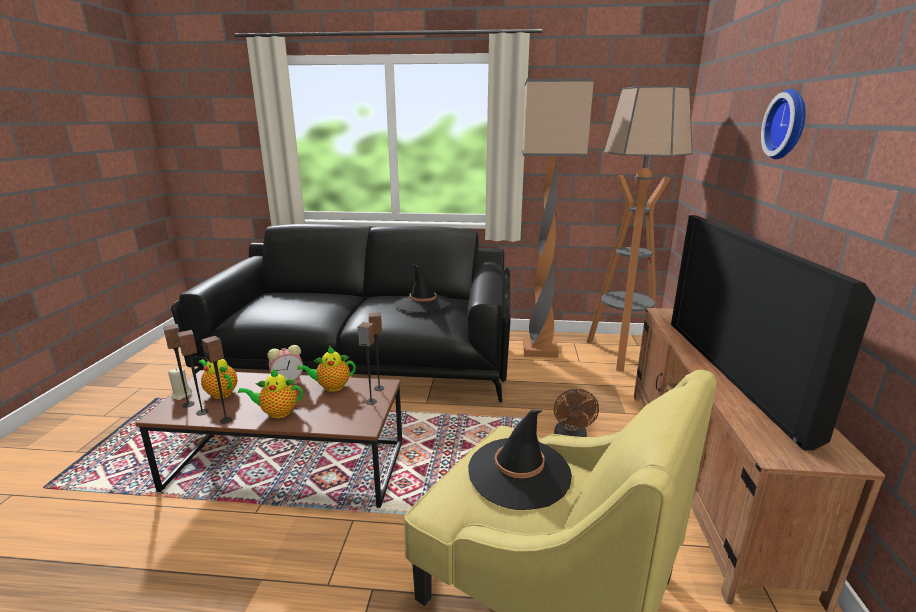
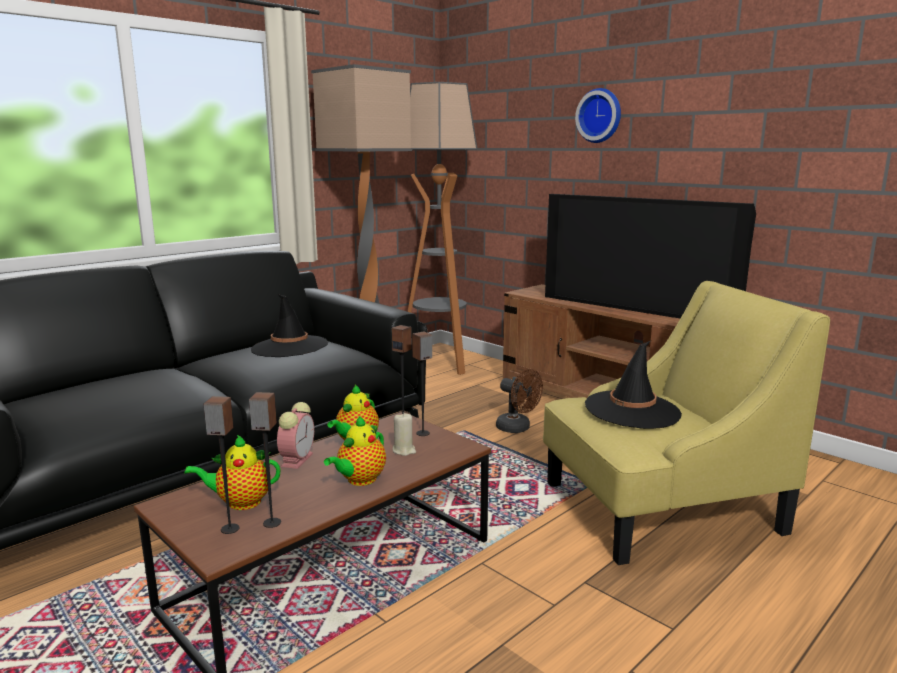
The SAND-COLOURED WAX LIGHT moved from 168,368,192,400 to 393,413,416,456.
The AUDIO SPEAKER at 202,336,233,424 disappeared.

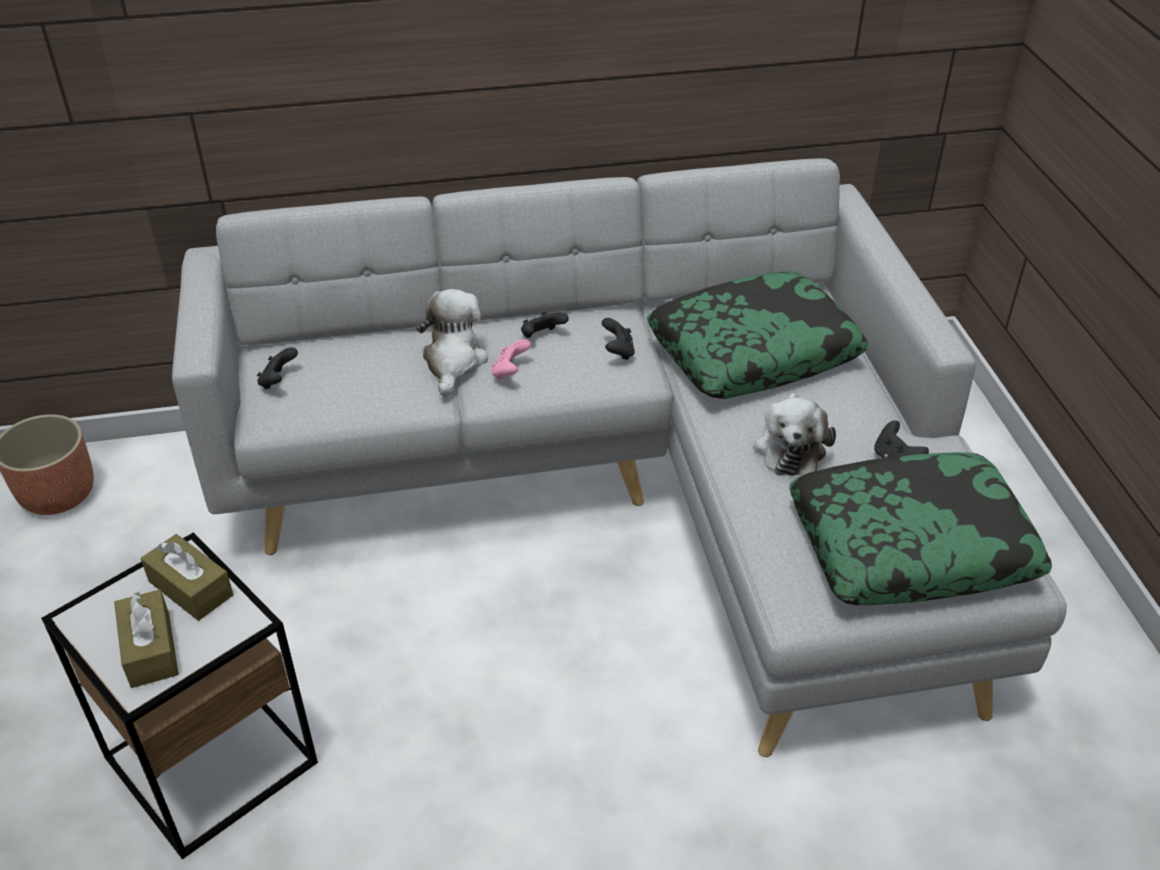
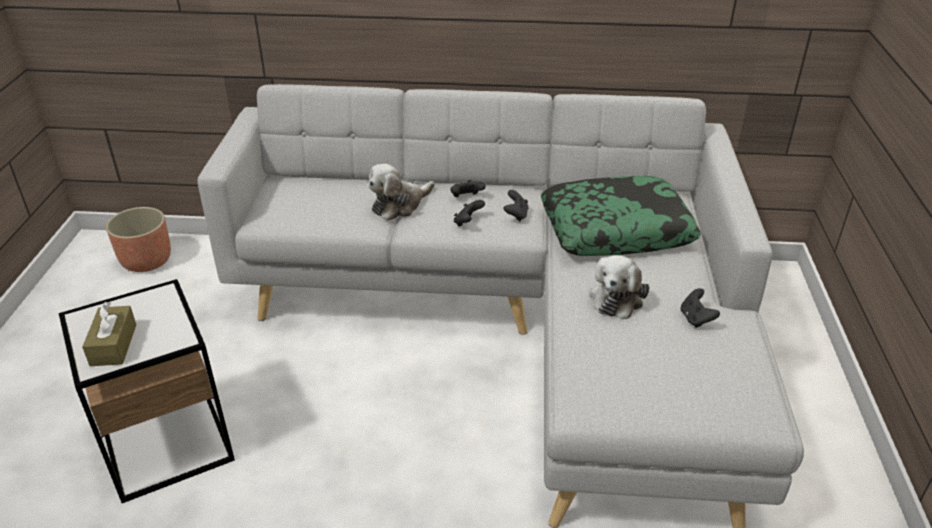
The SOFT TOY at 417,289,488,397 turned 150 degrees counterclockwise.
The BLACK JOYPAD moved from 257,347,298,390 to 454,200,485,227.
The BROWN TISSUE HOLDER at 141,534,233,621 disappeared.
The PINK-COLOURED JOYPAD at 491,339,531,380 disappeared.
The THROW PILLOW at 790,452,1052,605 disappeared.

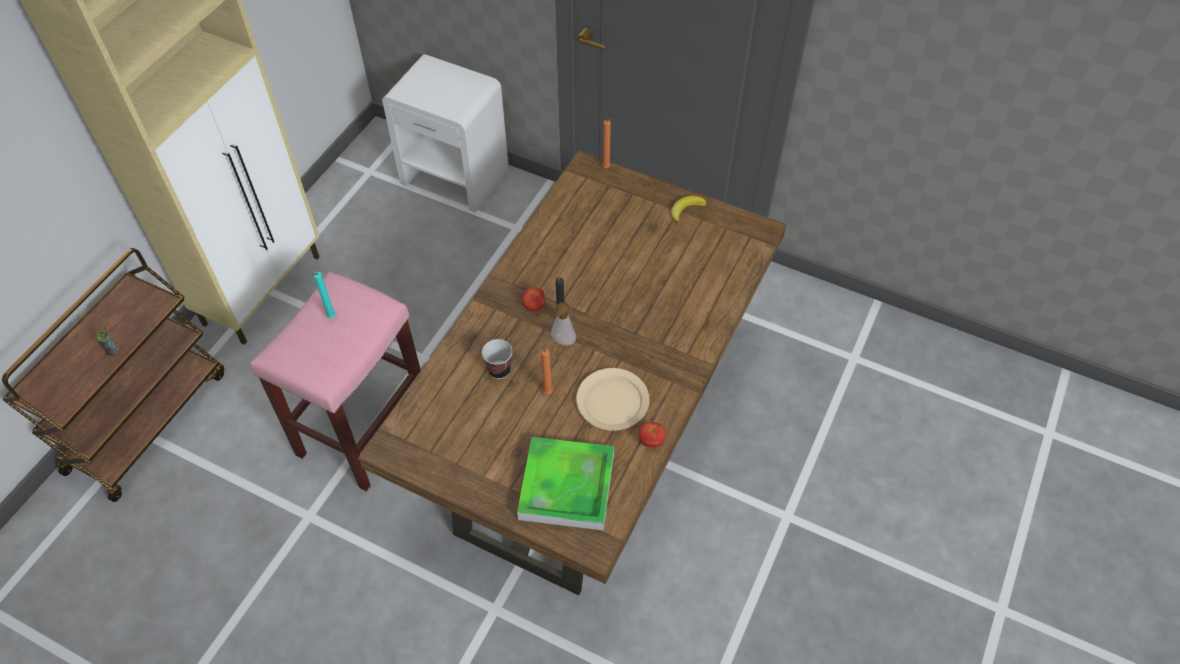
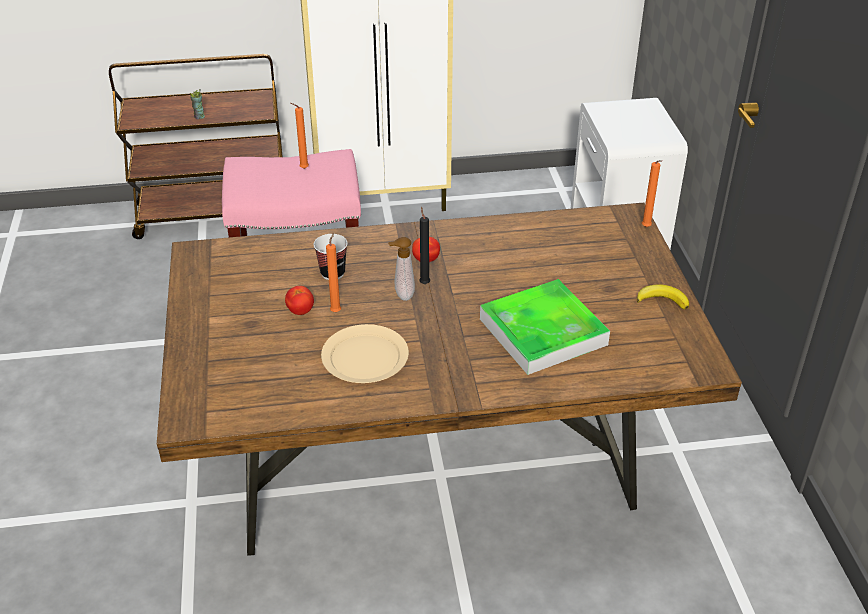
The TOMATO moved from 638,422,666,447 to 285,286,314,315.
The BLUE-GREEN WAX LIGHT at 312,272,336,318 became the ORANGE WAX LIGHT at 290,103,309,169.
The CARRYING TRAY moved from 517,437,614,531 to 480,279,610,375.

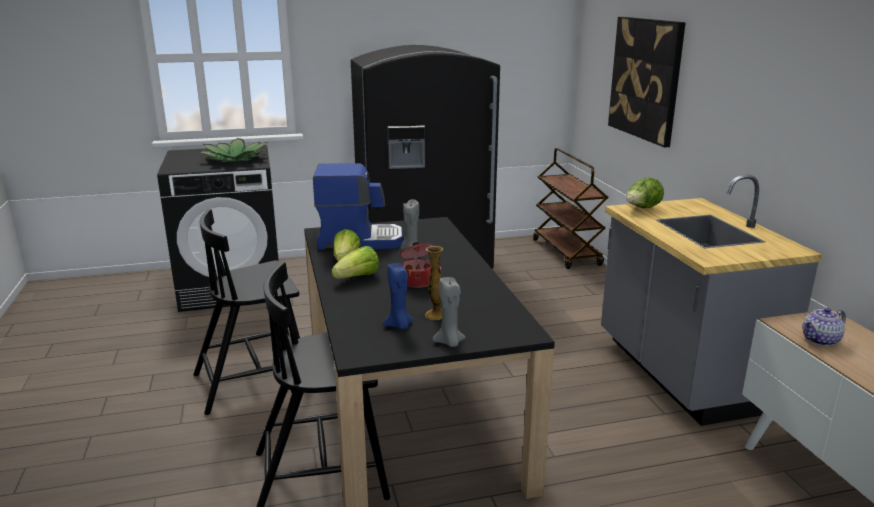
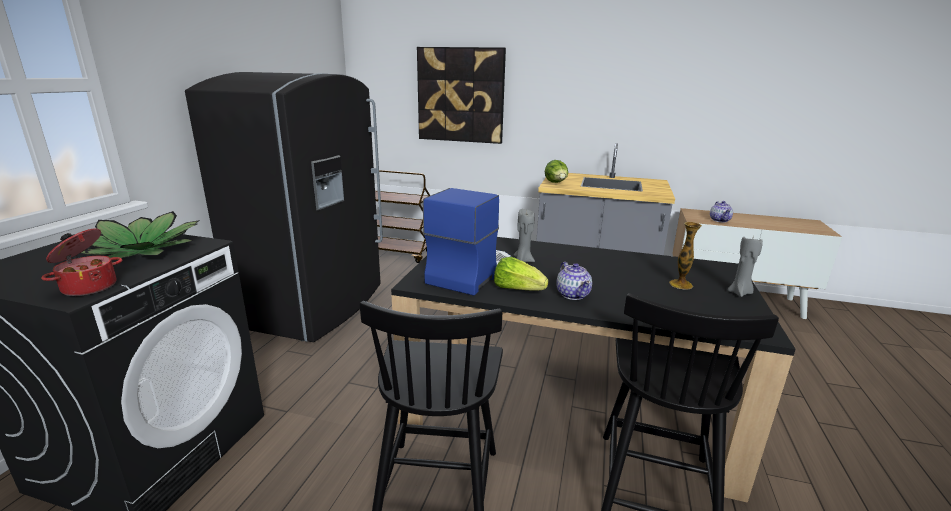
The COOKING POT moved from 400,242,442,288 to 41,228,122,296.
The HEAD OF LETTUCE at 332,246,379,278 was replaced by the POT FOR TEA at 556,262,592,300.
The BLUISH WAX LIGHT at 383,263,414,329 disappeared.

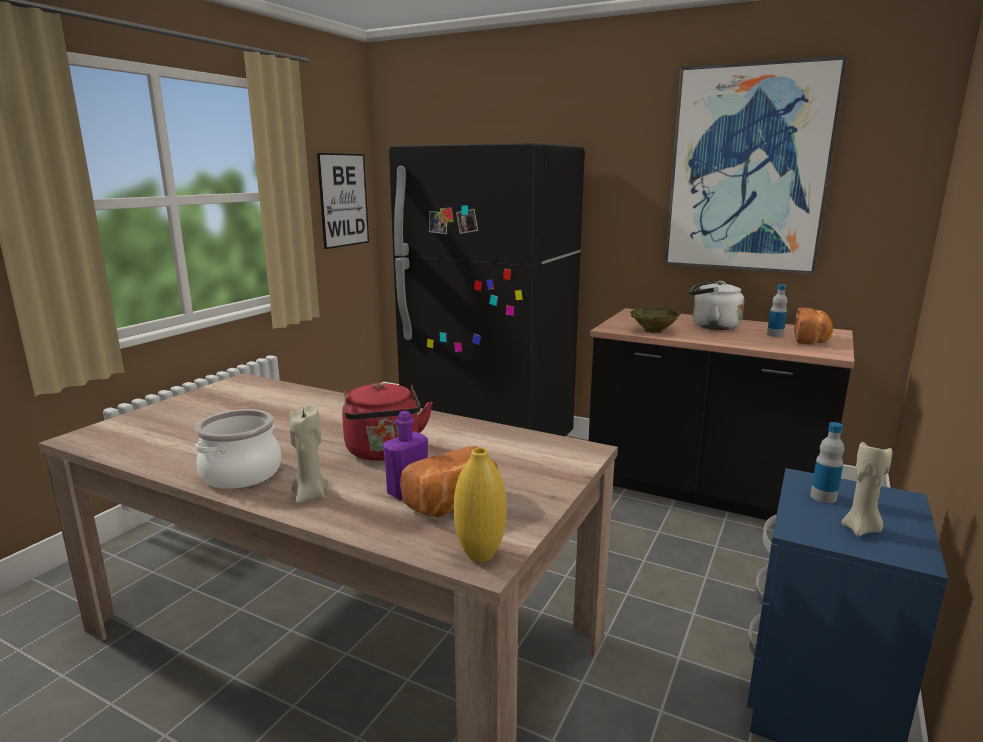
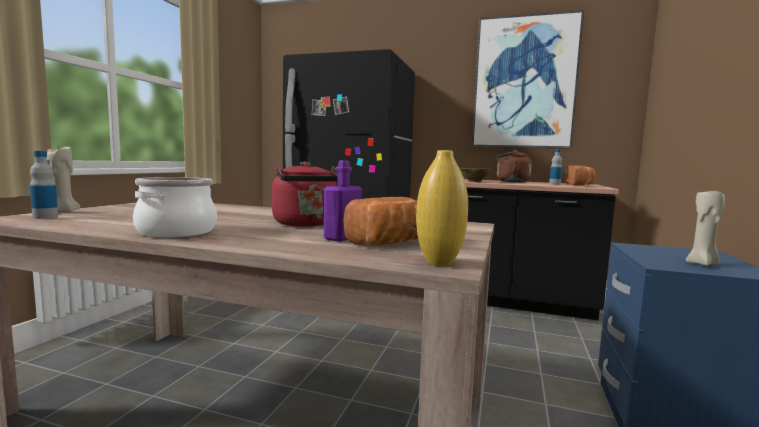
The BEVERAGE BOTTLE moved from 810,422,844,503 to 30,151,58,219.
The SAND-COLOURED WAX LIGHT moved from 289,405,328,503 to 47,145,80,213.
The WHITISH KETTLE at 689,281,744,330 became the BROWN KETTLE at 496,150,532,182.
The WALL PICTURE at 317,153,369,249 disappeared.

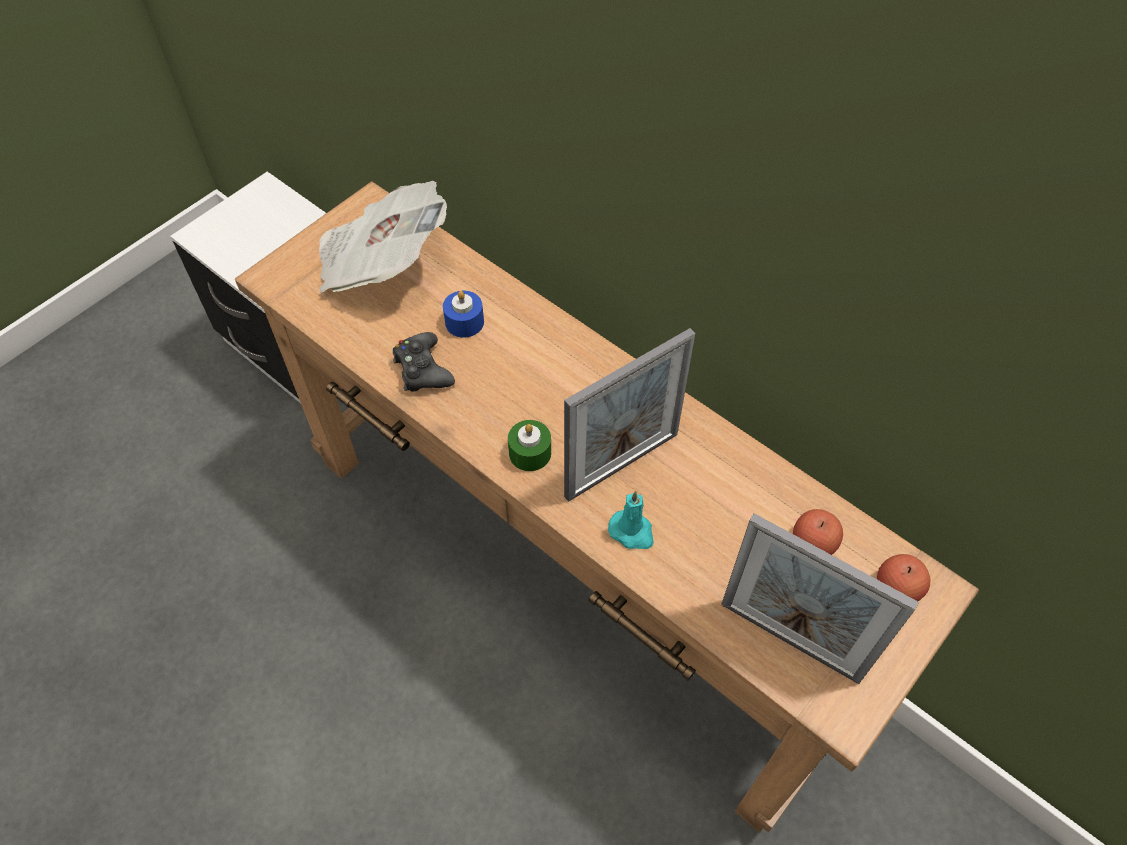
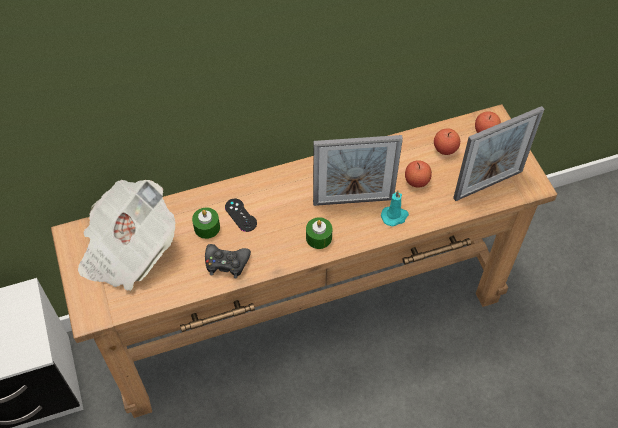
The BLUISH WAX LIGHT at 443,291,484,338 became the GREEN-COLOURED WAX LIGHT at 192,207,220,239.
The BLACK JOYPAD at 225,199,257,232 appeared.
The PHOTO FRAME at 564,328,695,502 turned 90 degrees clockwise.
The APPLE FRUIT at 405,160,432,188 appeared.

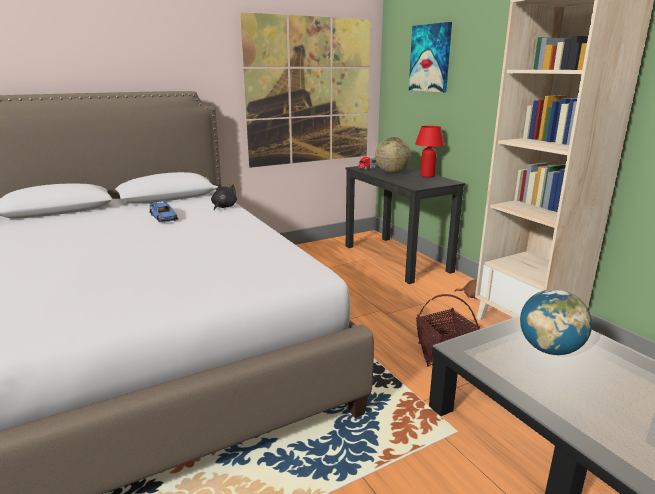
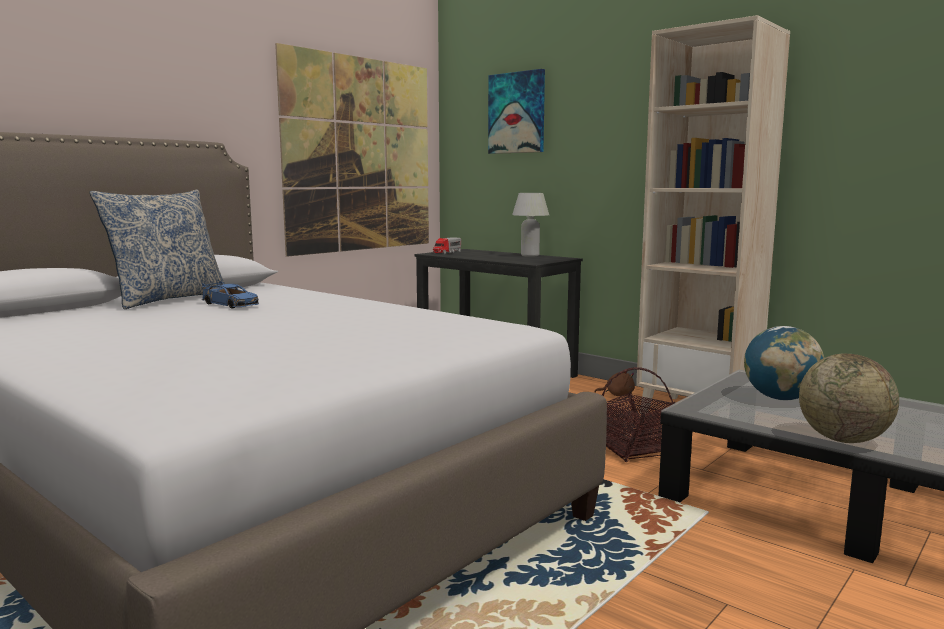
The THROW PILLOW at 89,189,225,309 appeared.
The REDDISH LAMP FOR A TABLE at 415,126,445,177 became the WHITISH LAMP FOR A TABLE at 512,193,549,257.
The GLOBE moved from 375,137,411,173 to 799,353,899,443.
The BLACK SOFT TOY at 211,184,237,211 disappeared.

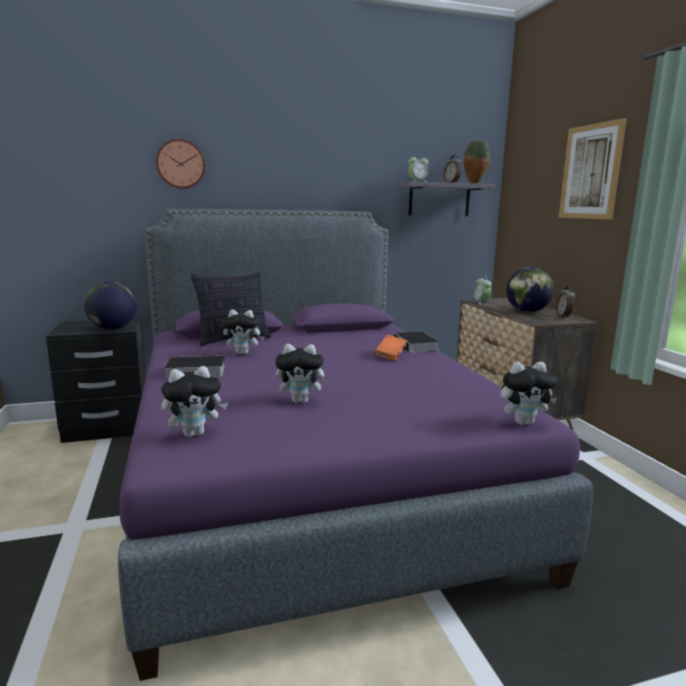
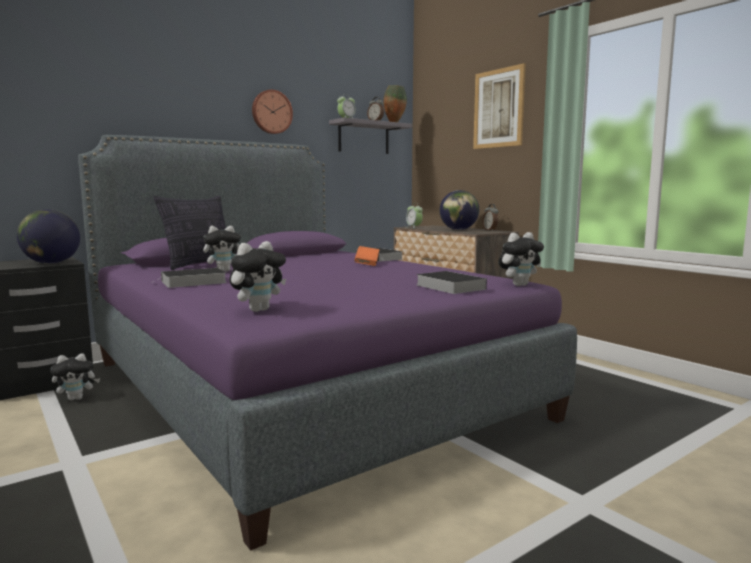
The SOFT TOY moved from 275,344,331,403 to 50,353,100,401.
The CLOCK ON THE WALL moved from 156,139,205,189 to 252,90,293,134.
The VOLUME at 416,271,487,294 appeared.

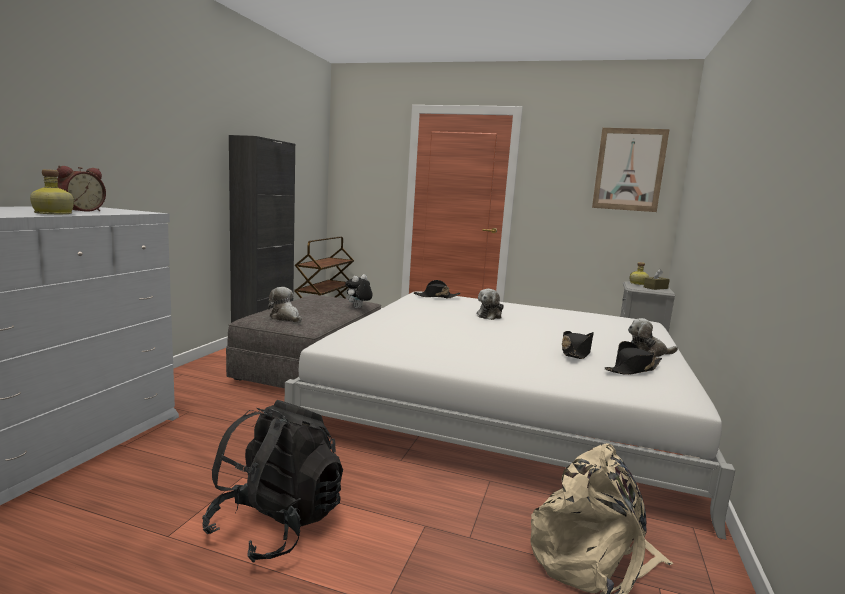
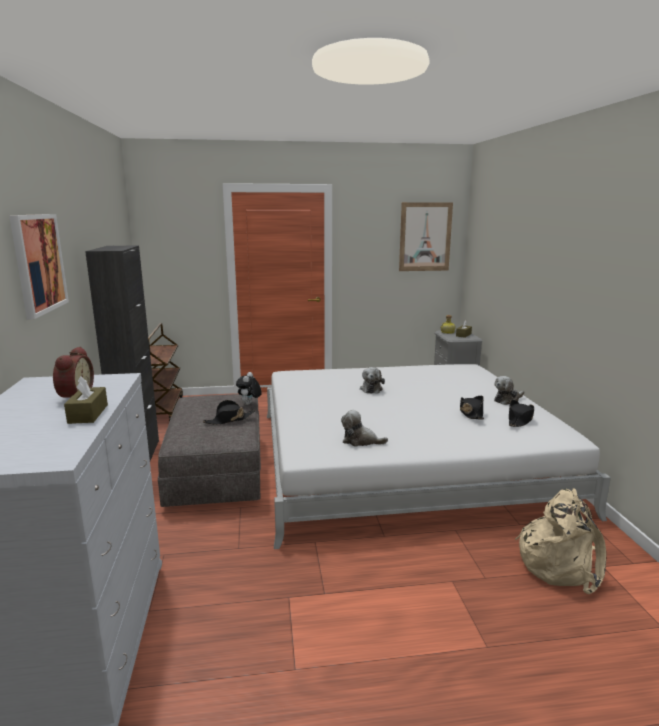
The WALL PICTURE at 9,214,69,319 appeared.
The BEVERAGE BOTTLE at 30,169,74,214 was replaced by the BROWN TISSUE HOLDER at 64,376,108,424.
The BLACK CLOTHING HAT moved from 414,280,461,298 to 203,400,256,425.
The SOFT TOY moved from 268,287,302,323 to 341,410,388,446.
The BLACK BACKPACK at 202,400,343,563 disappeared.

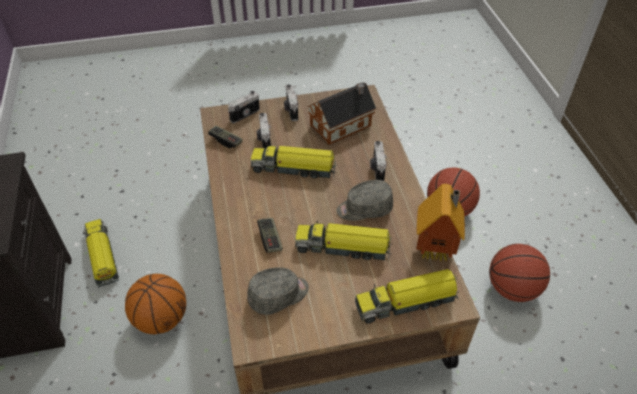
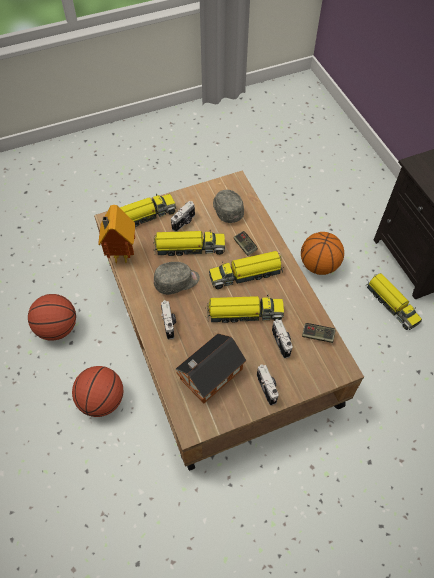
The PHOTO CAMERA moved from 228,91,260,123 to 171,201,195,232.
The TOY TRUCK at 209,251,283,289 appeared.
The GREYISH PEAKED CAP at 247,267,309,315 turned 105 degrees clockwise.

